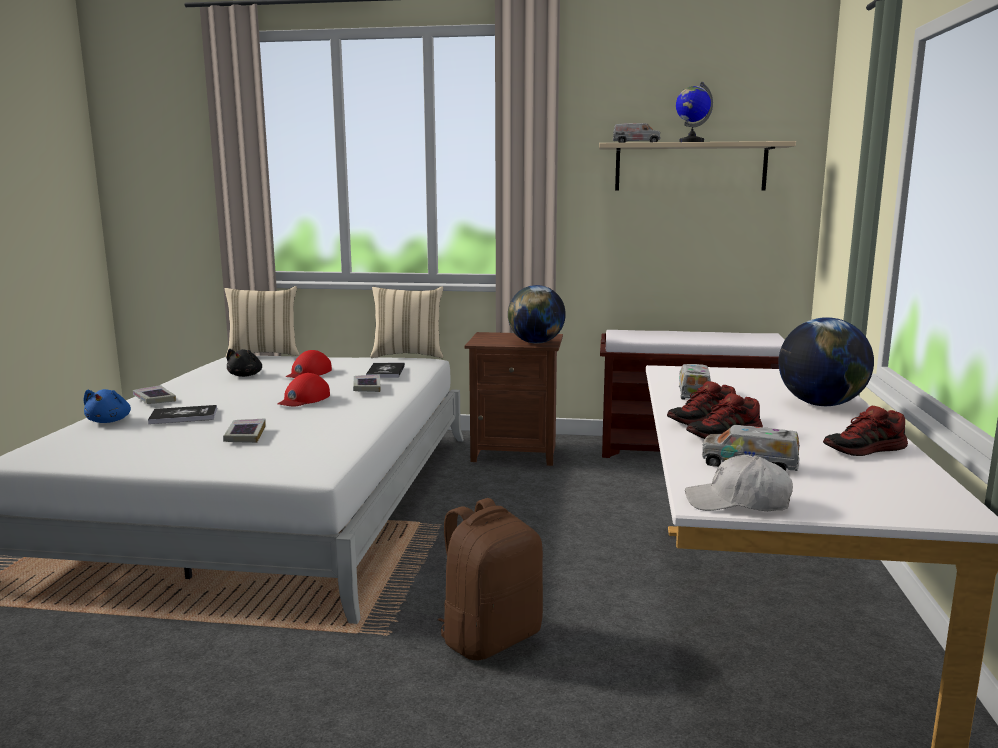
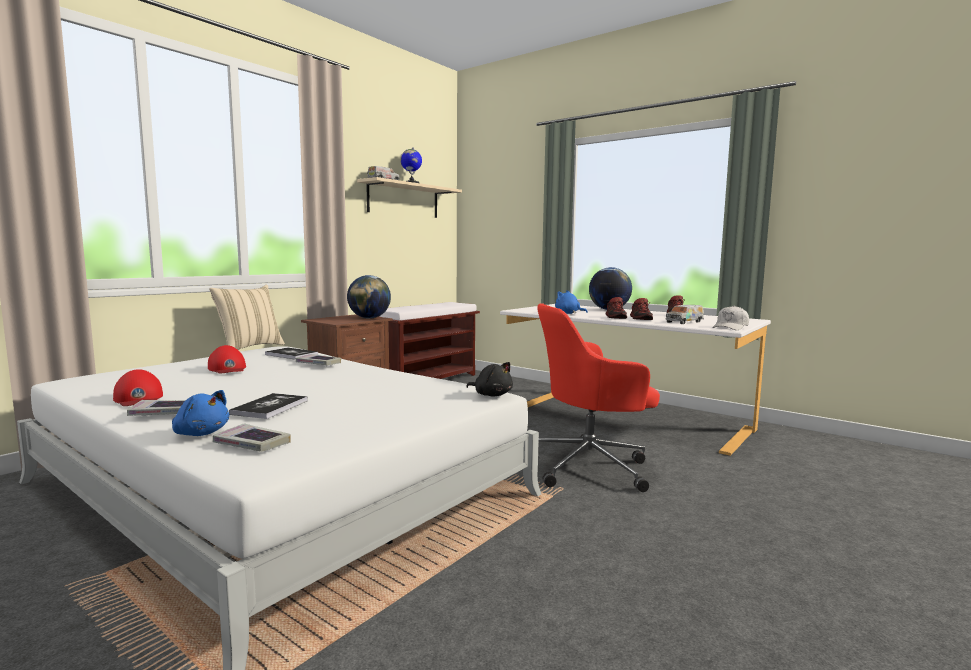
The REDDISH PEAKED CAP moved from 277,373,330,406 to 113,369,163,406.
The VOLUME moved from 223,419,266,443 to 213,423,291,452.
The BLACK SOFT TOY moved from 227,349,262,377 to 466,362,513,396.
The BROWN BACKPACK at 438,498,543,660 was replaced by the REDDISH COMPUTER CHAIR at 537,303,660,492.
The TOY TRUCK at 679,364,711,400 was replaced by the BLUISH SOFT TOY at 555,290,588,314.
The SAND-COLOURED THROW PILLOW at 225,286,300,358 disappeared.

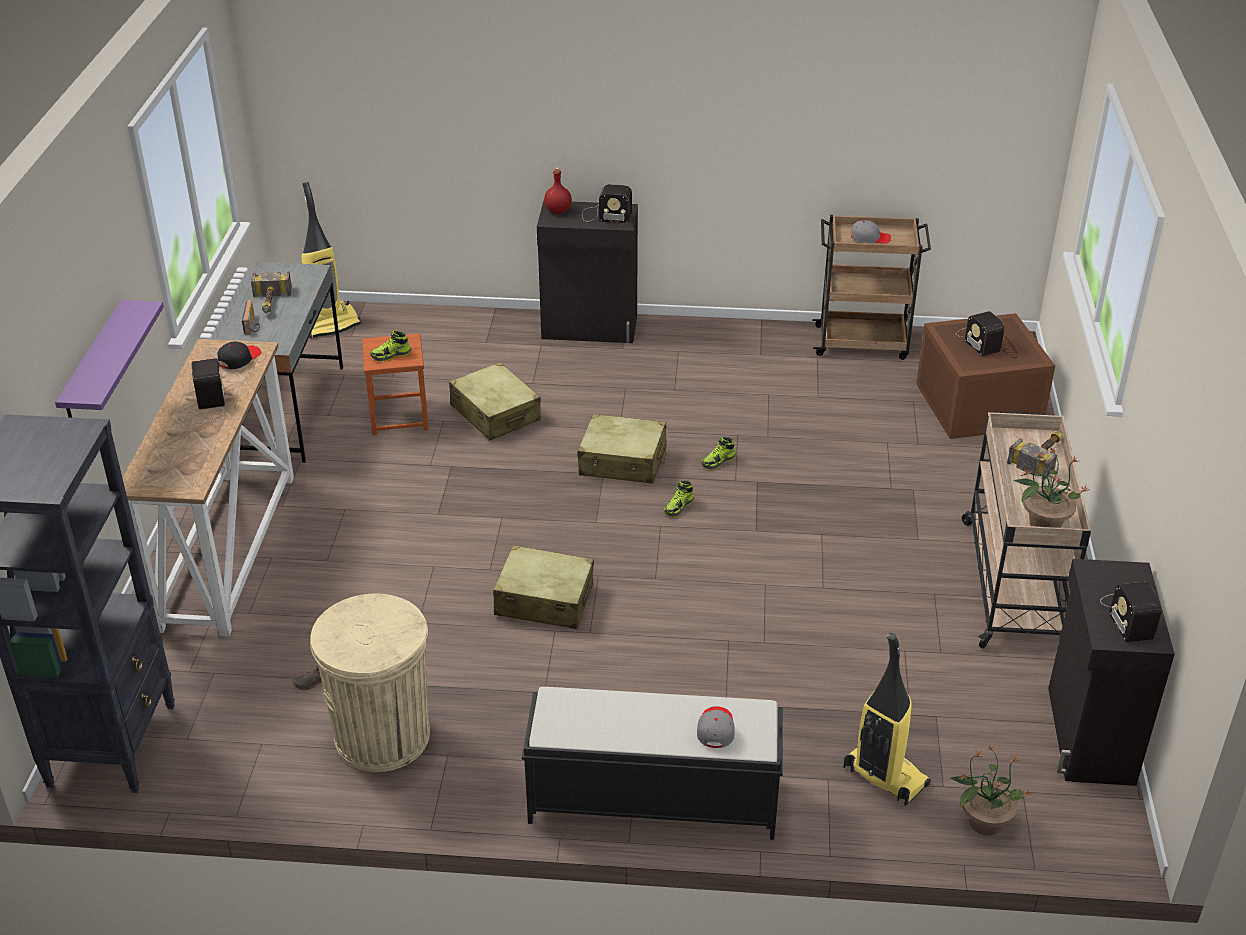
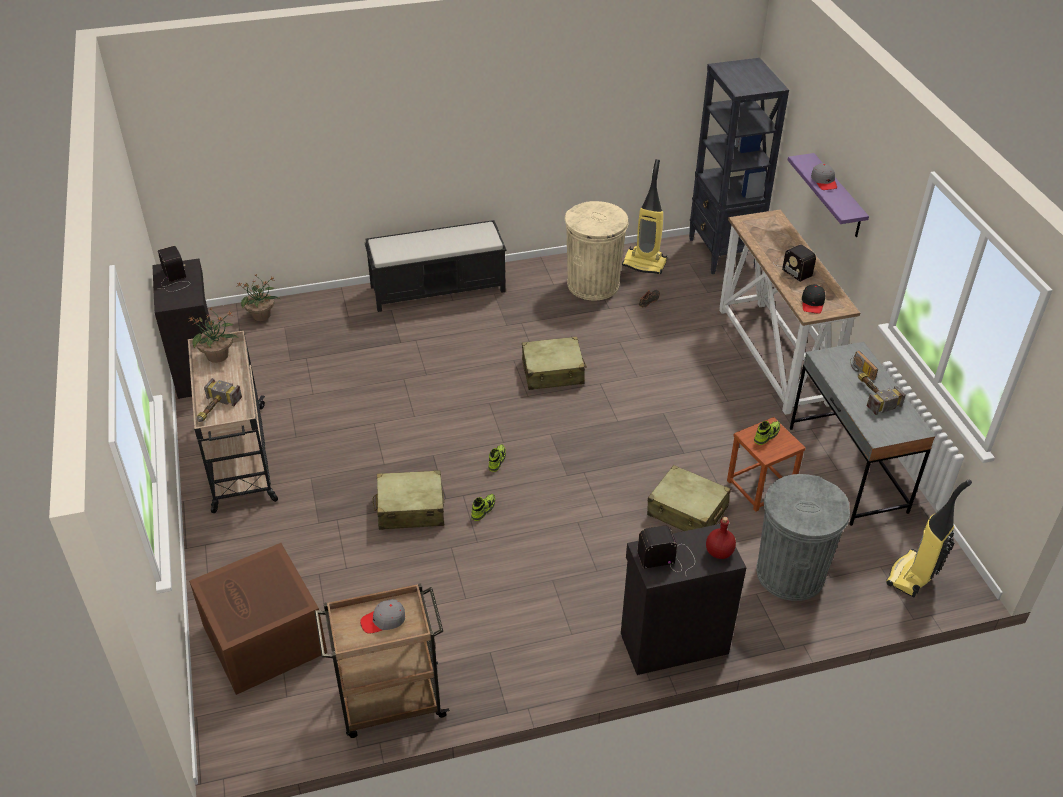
The SAND-COLOURED TRAVEL CASE moved from 577,414,667,484 to 373,470,444,530.
The VACUUM moved from 843,633,931,806 to 622,159,667,274.
The GREYISH WASTE BIN at 756,474,850,601 appeared.
The GREYISH PEAKED CAP moved from 697,706,734,748 to 811,163,837,190.
The RADIO SET at 956,311,1004,357 disappeared.

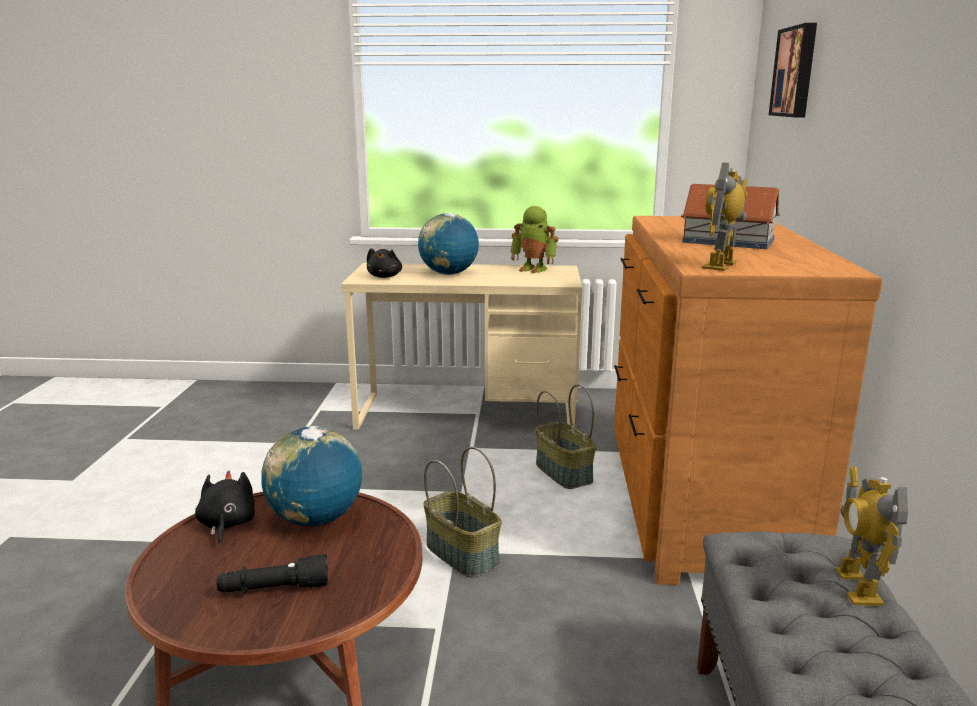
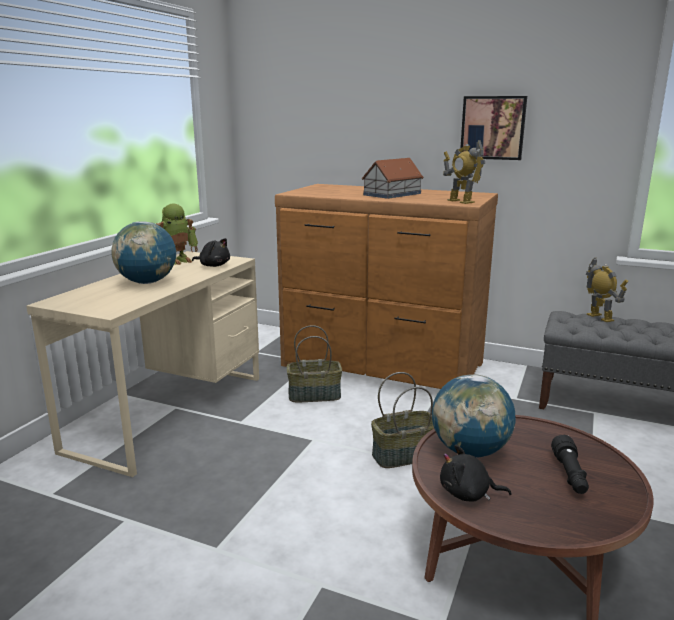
The BLACK SOFT TOY moved from 367,248,402,278 to 192,238,230,267.
The WALL PICTURE moved from 769,23,817,117 to 461,96,527,160.
The MODEL ROBOT at 835,467,908,606 turned 135 degrees counterclockwise.

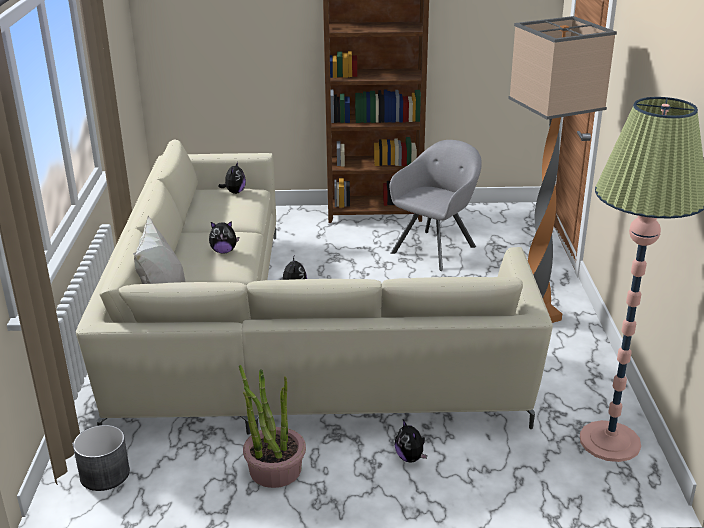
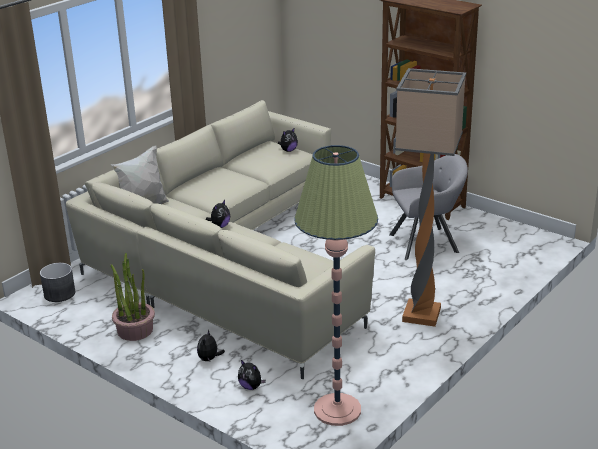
The SOFT TOY moved from 209,221,239,254 to 238,360,266,390.

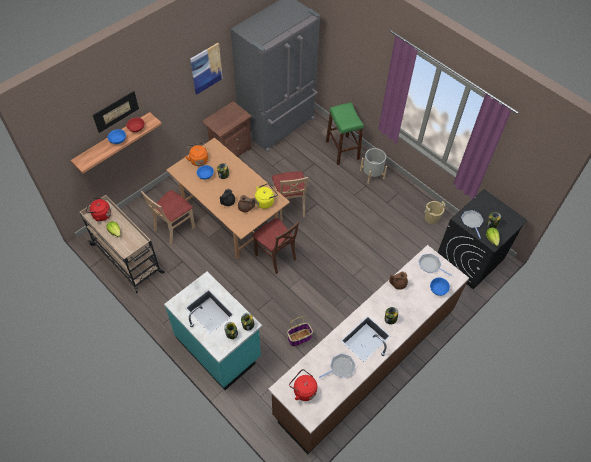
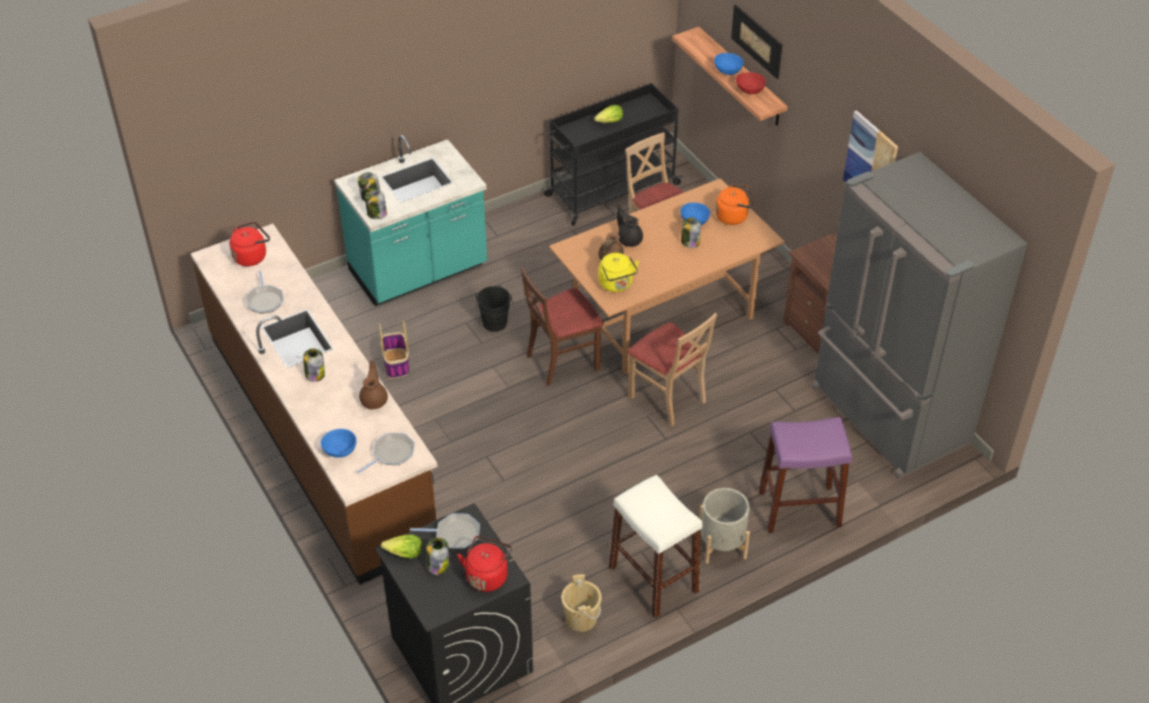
The REDDISH KETTLE moved from 86,198,111,221 to 457,536,512,592.
The BLACK BUCKET at 475,286,512,332 appeared.
The SAND-COLOURED CART at 80,195,165,293 became the BLACK CART at 544,83,683,226.
The WHITISH SITTING STOOL at 609,475,702,618 appeared.
The SAND-COLOURED UPRIGHT CHAIR at 272,171,308,220 turned 135 degrees counterclockwise.
The GREEN-COLOURED SITTING STOOL at 326,103,364,165 became the PURPLE-COLOURED SITTING STOOL at 759,417,852,533.

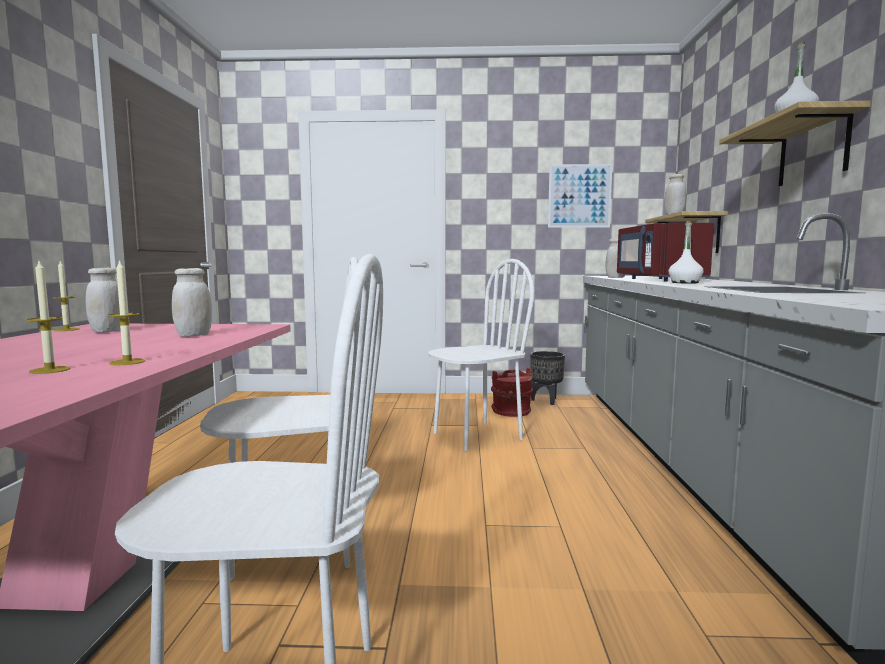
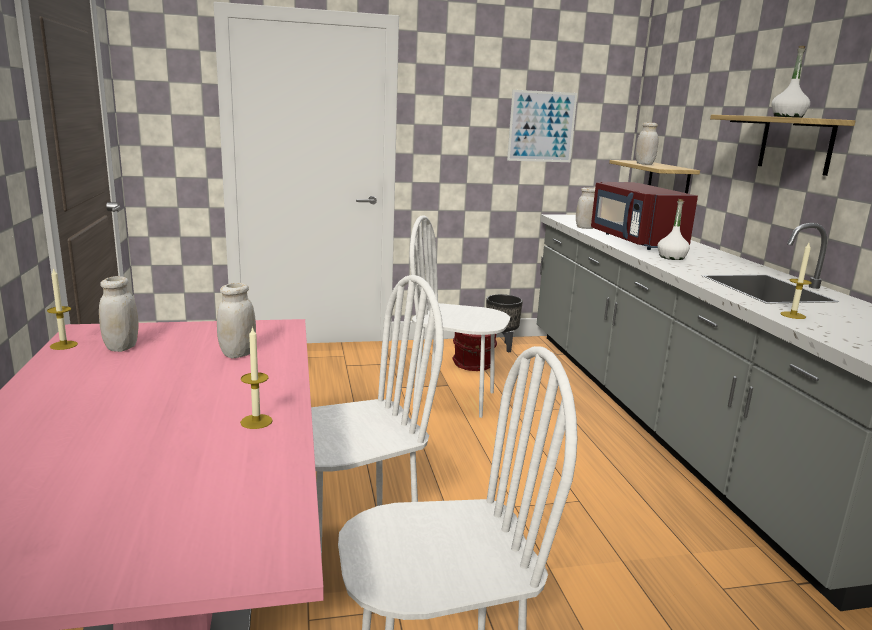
The WHITISH UPRIGHT CHAIR at 428,259,534,451 turned 120 degrees counterclockwise.
The WAX LIGHT moved from 27,261,70,374 to 780,243,812,319.

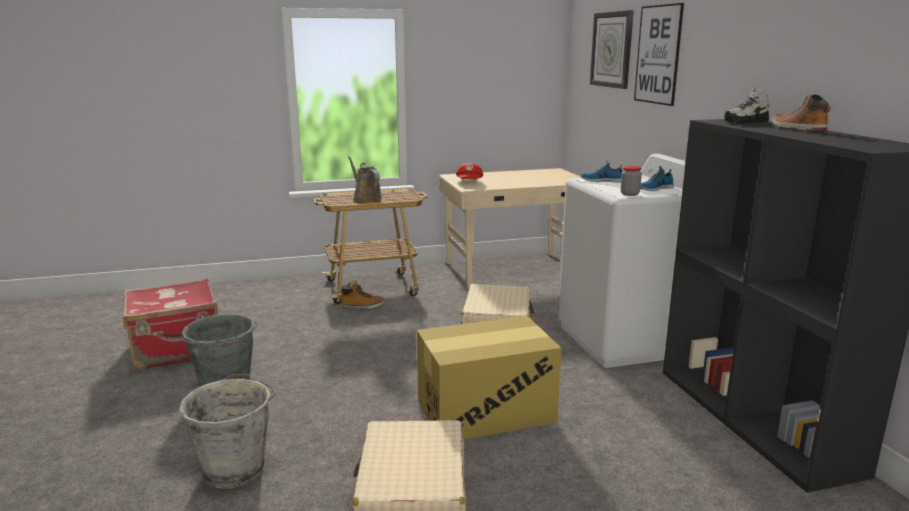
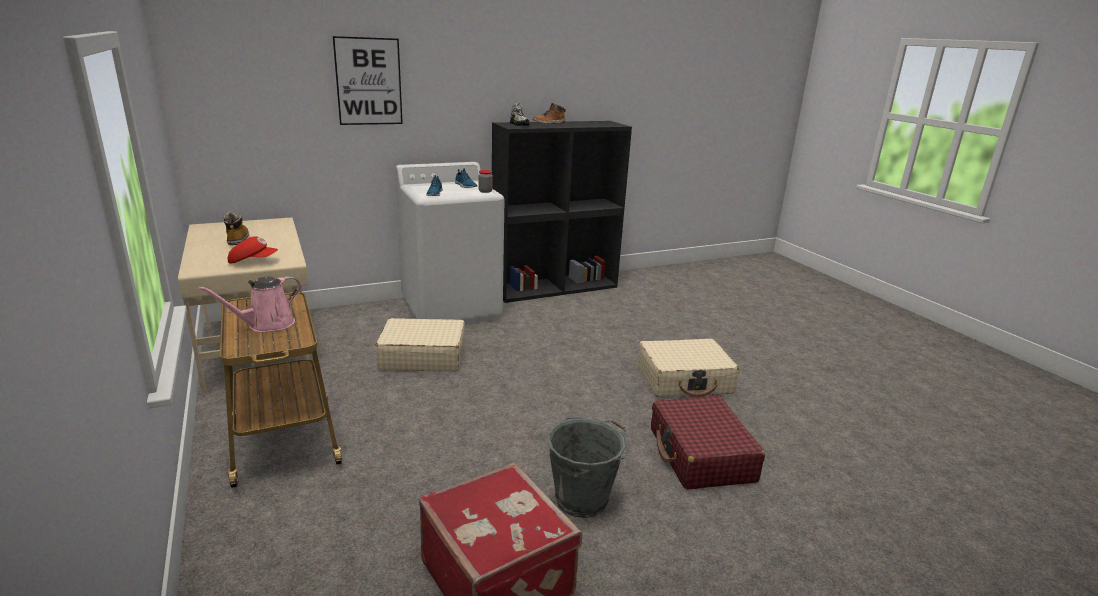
The BROWN SPRINKLING CAN at 348,156,382,201 became the PINK-COLOURED SPRINKLING CAN at 198,276,300,332.
The TALL BOOT moved from 340,280,384,310 to 223,212,249,245.
The GREYISH BUCKET at 179,374,276,489 was replaced by the REDDISH TRAVEL CASE at 651,396,765,490.
The CARTON at 417,316,562,440 disappeared.
The CLOCK ON THE WALL at 590,10,634,89 disappeared.

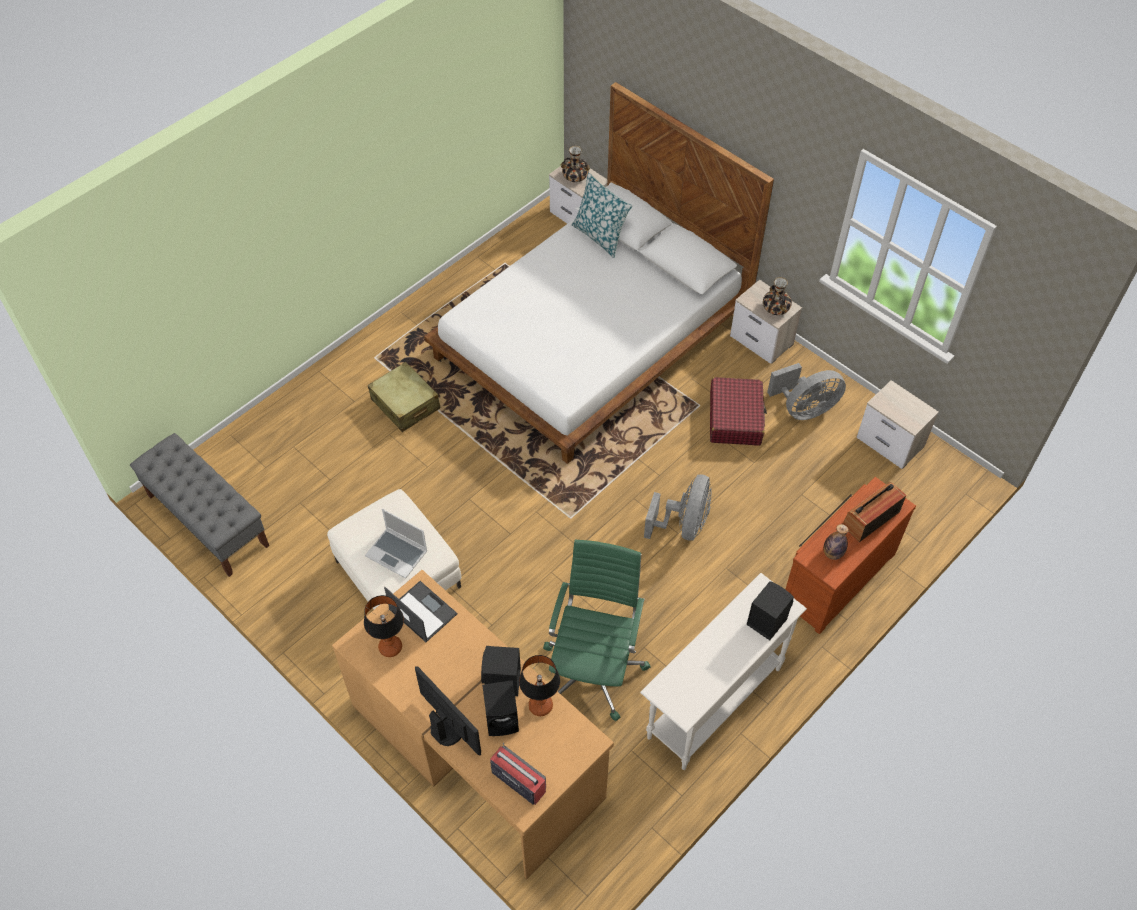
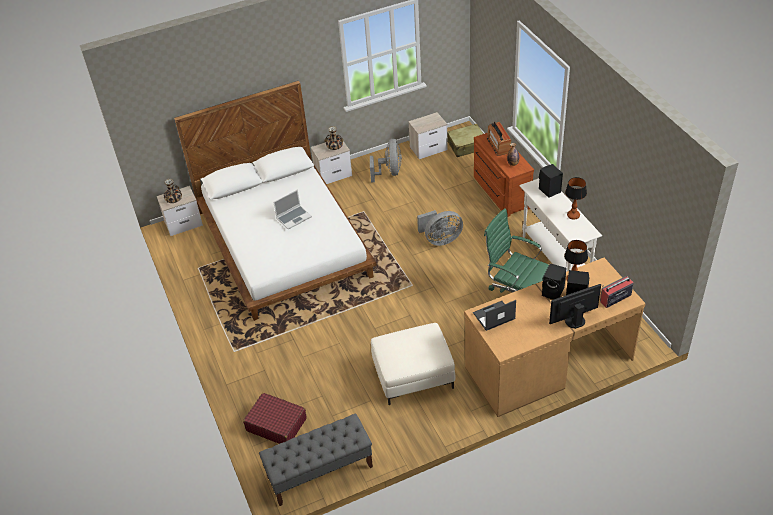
The REDDISH TRAVEL CASE moved from 710,377,767,446 to 243,393,307,444.
The NOTEBOOK COMPUTER moved from 365,509,428,579 to 274,190,312,229.
The GREYISH ELECTRIC FAN at 644,474,711,541 turned 120 degrees clockwise.
The SAND-COLOURED TRAVEL CASE moved from 368,362,441,432 to 447,124,483,157.
The LAMP FOR A TABLE moved from 364,595,404,657 to 565,177,587,220.
The THROW PILLOW at 571,173,632,258 disappeared.

